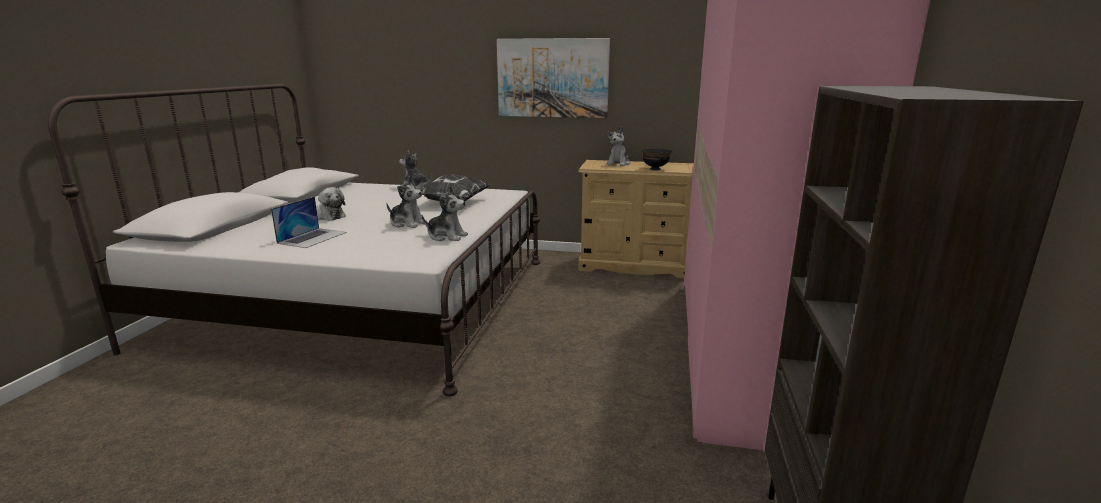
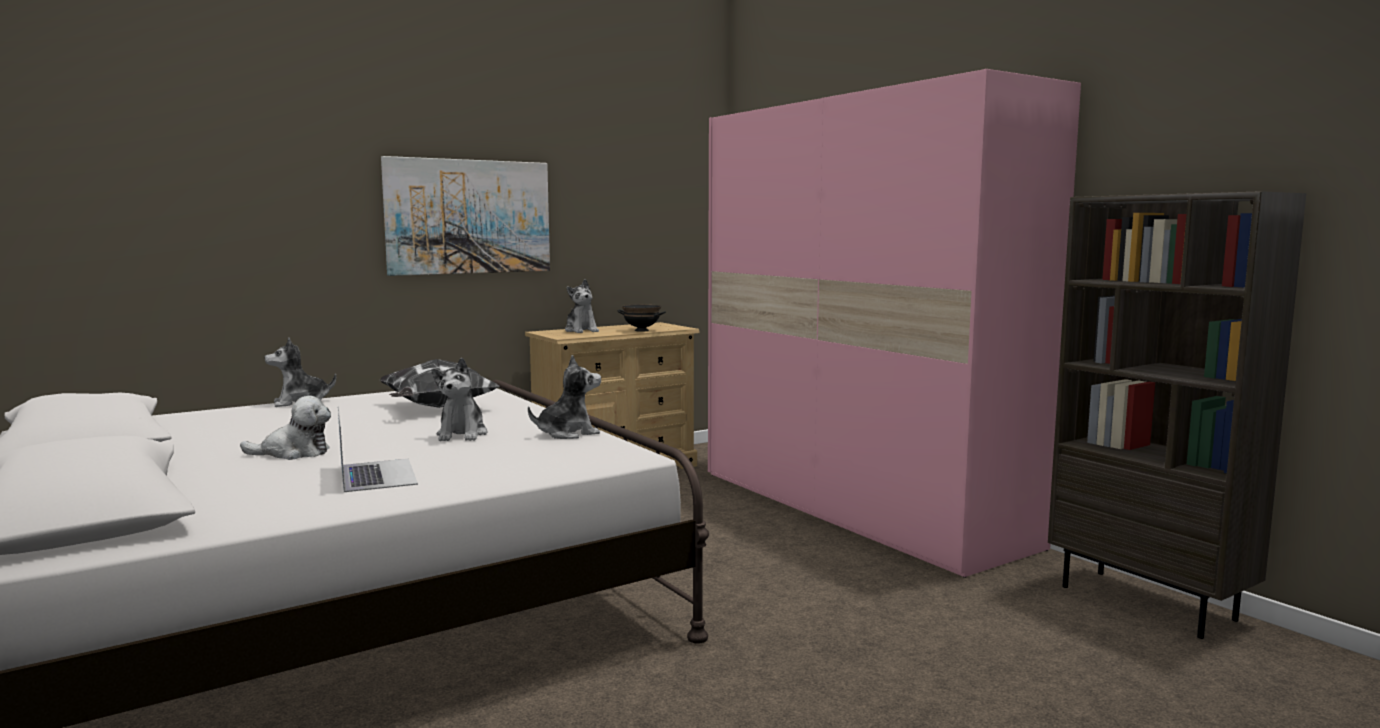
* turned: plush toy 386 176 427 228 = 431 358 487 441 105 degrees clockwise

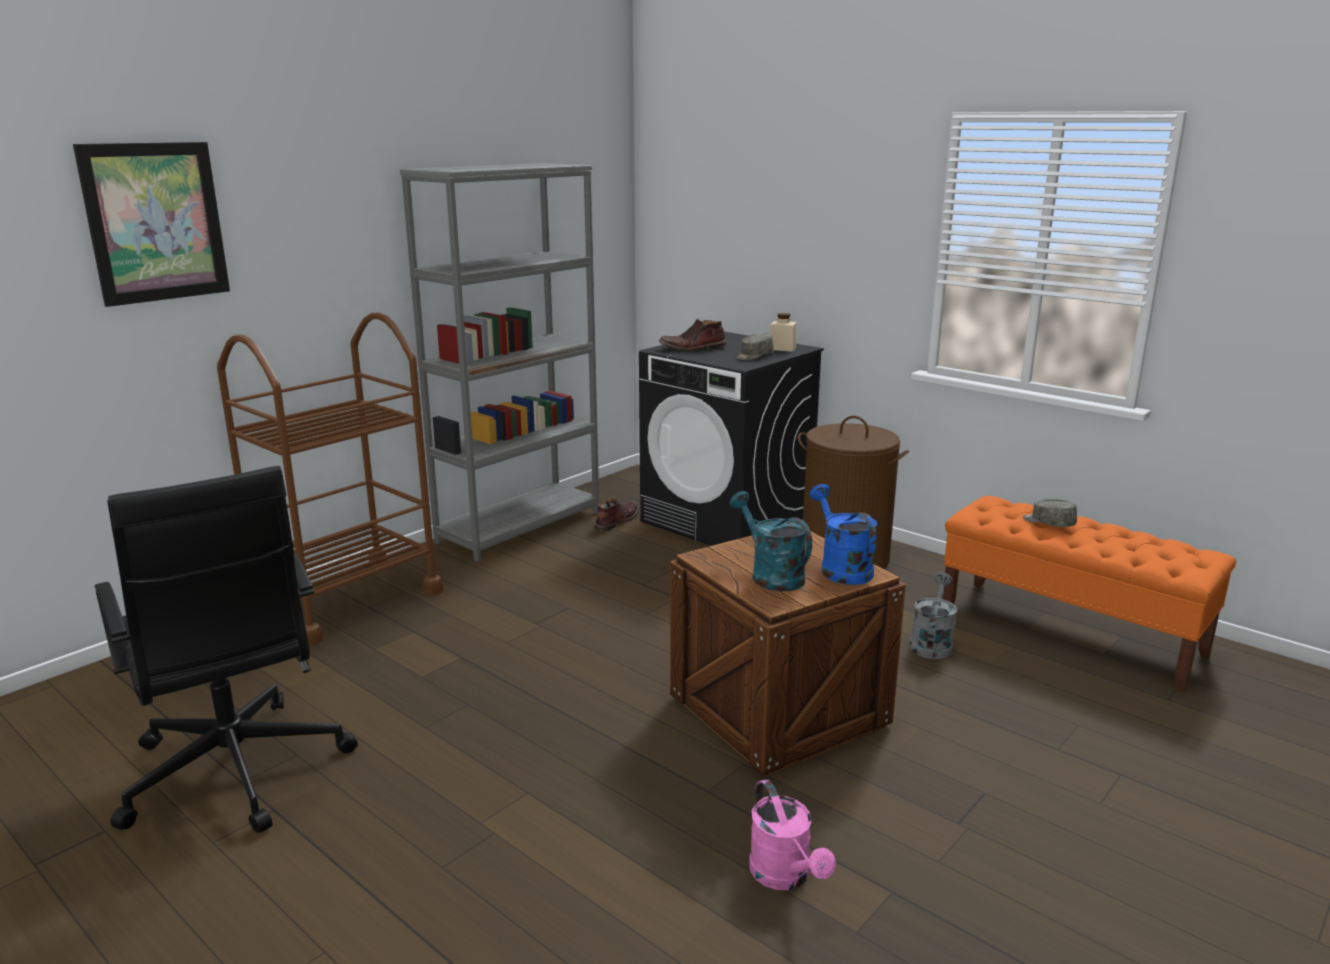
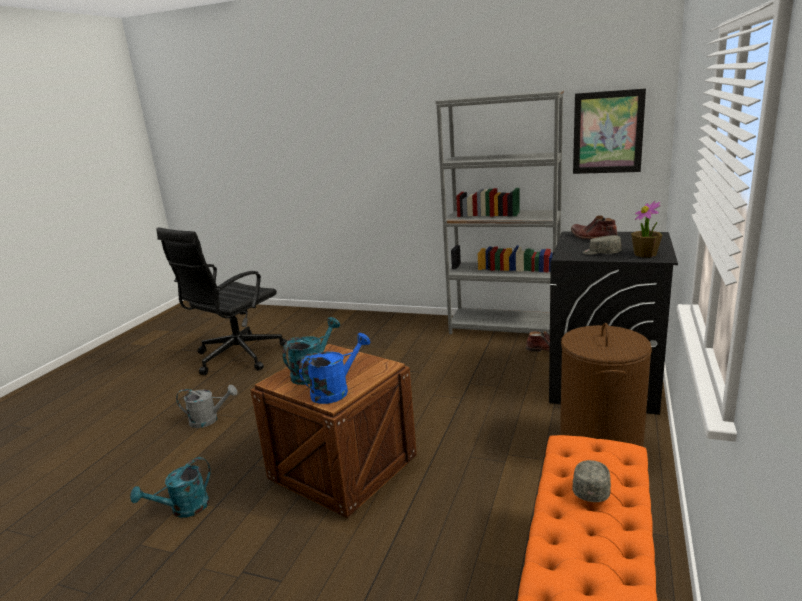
* moved: picture 73 142 230 307 to 573 88 646 174
* removed: brown cart 217 313 443 646
* recoloured: pink watering can 749 779 835 890 to turquoise watering can 130 457 211 518
* replaced: beige jar 770 313 796 352 to potted plant 631 201 662 257
* moved: grey watering can 909 572 957 659 to 176 385 237 428

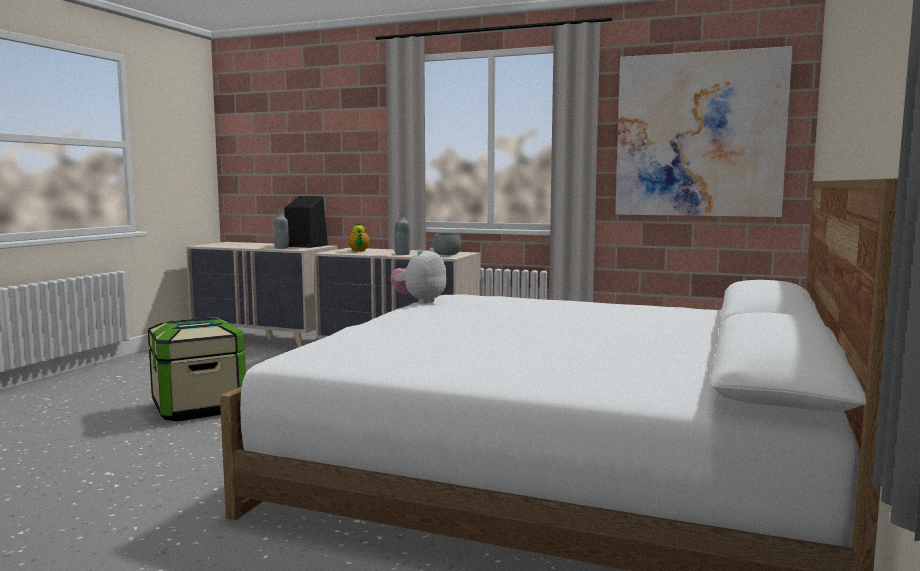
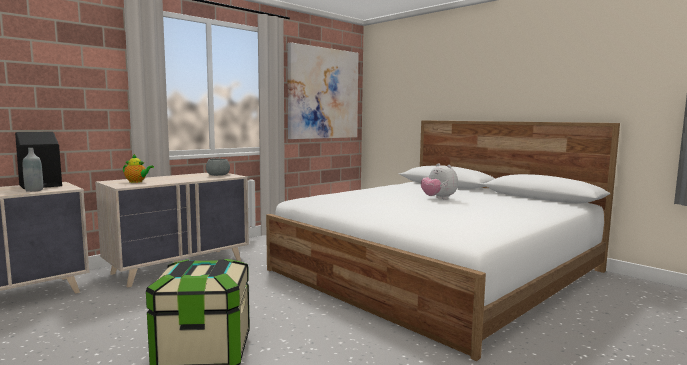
* moved: plush toy 390 248 447 303 to 421 163 458 200
* removed: grey bottle 394 212 410 255

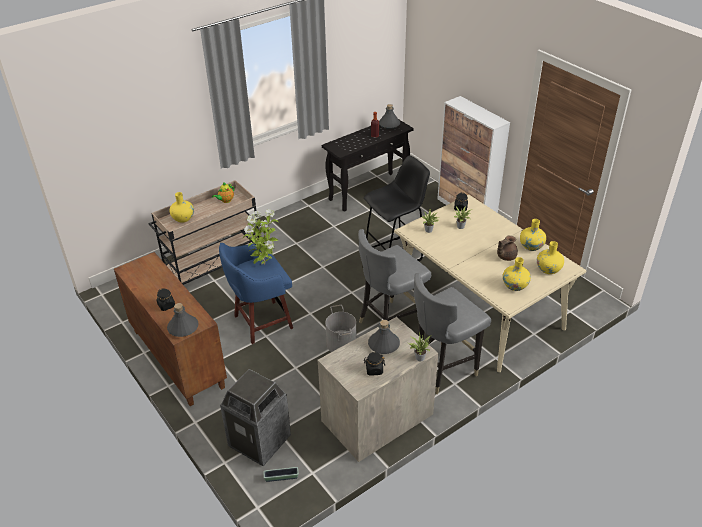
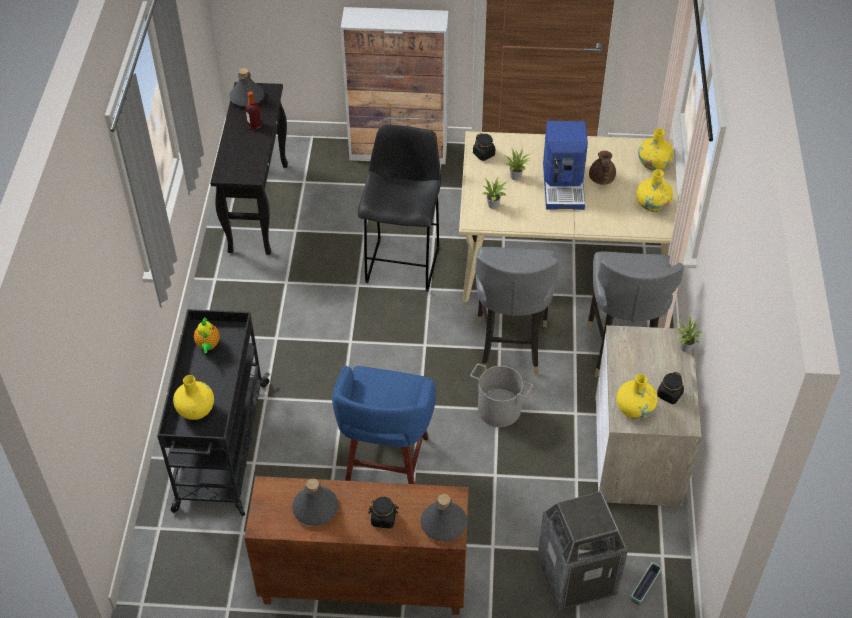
* recoloured: beige cart 148 180 259 285 to black cart 157 309 270 516
* removed: potted plant 243 209 278 265
* moved: grey bottle 368 320 400 354 to 292 479 339 526
* moved: yellow vase 520 219 546 251 to 617 374 658 419
* added: coffee machine 543 121 588 210

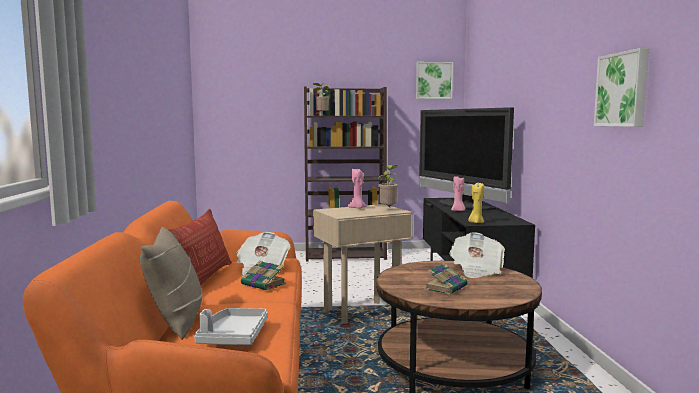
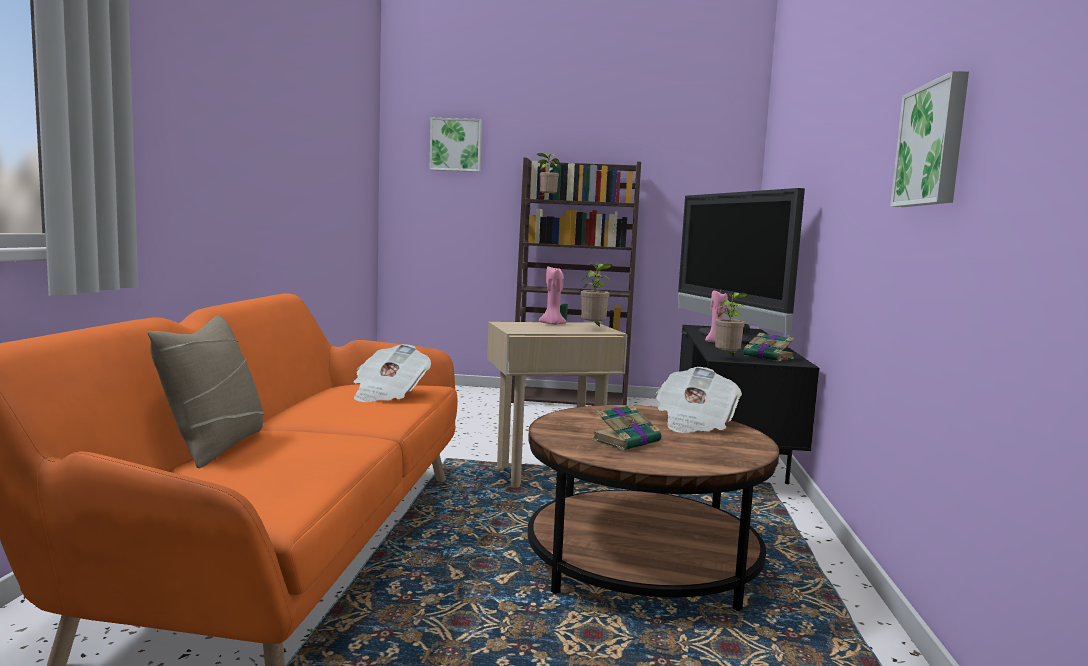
* removed: pillow 167 209 232 285
* removed: grey tray 194 308 268 345
* moved: book 241 261 286 291 to 743 333 794 361
* moved: picture 416 62 453 99 to 429 118 482 172
* replaced: yellow candle 468 183 484 223 to potted plant 715 292 749 356

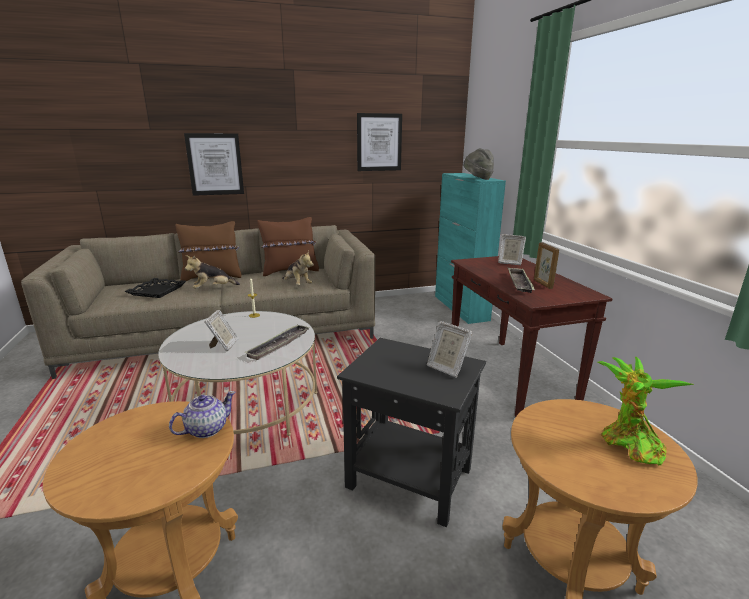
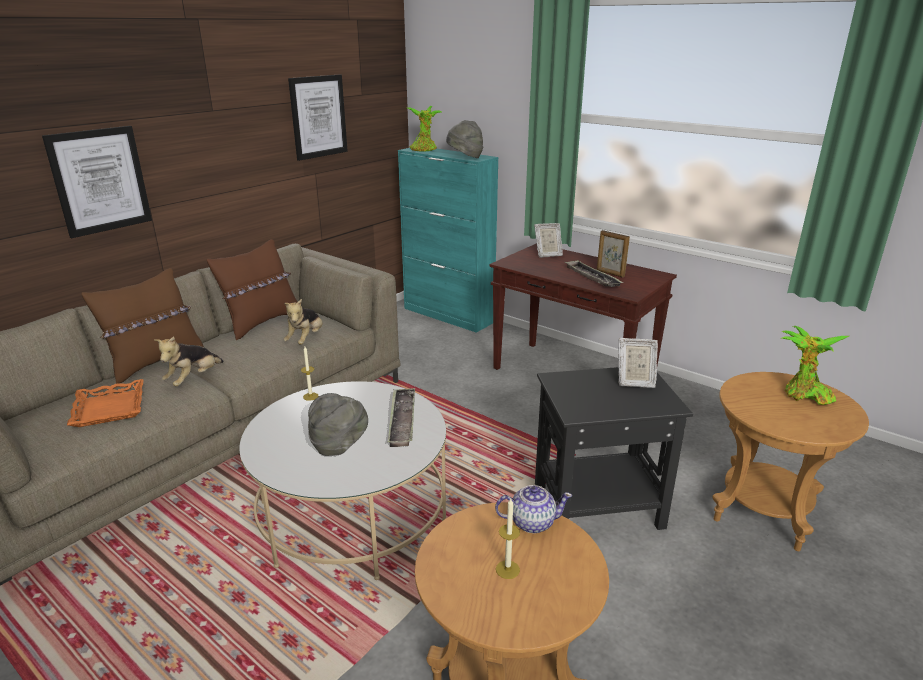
* recoloured: black tray 125 278 186 298 to orange tray 67 379 144 427
* turned: teapot 169 391 235 438 = 495 485 572 533 75 degrees clockwise
* replaced: picture frame 204 310 239 351 to grey hat 308 393 368 456
* turned: plush toy 282 251 314 285 = 283 299 323 345 90 degrees clockwise
* added: potted plant 407 106 441 151
* added: candle 496 499 520 579

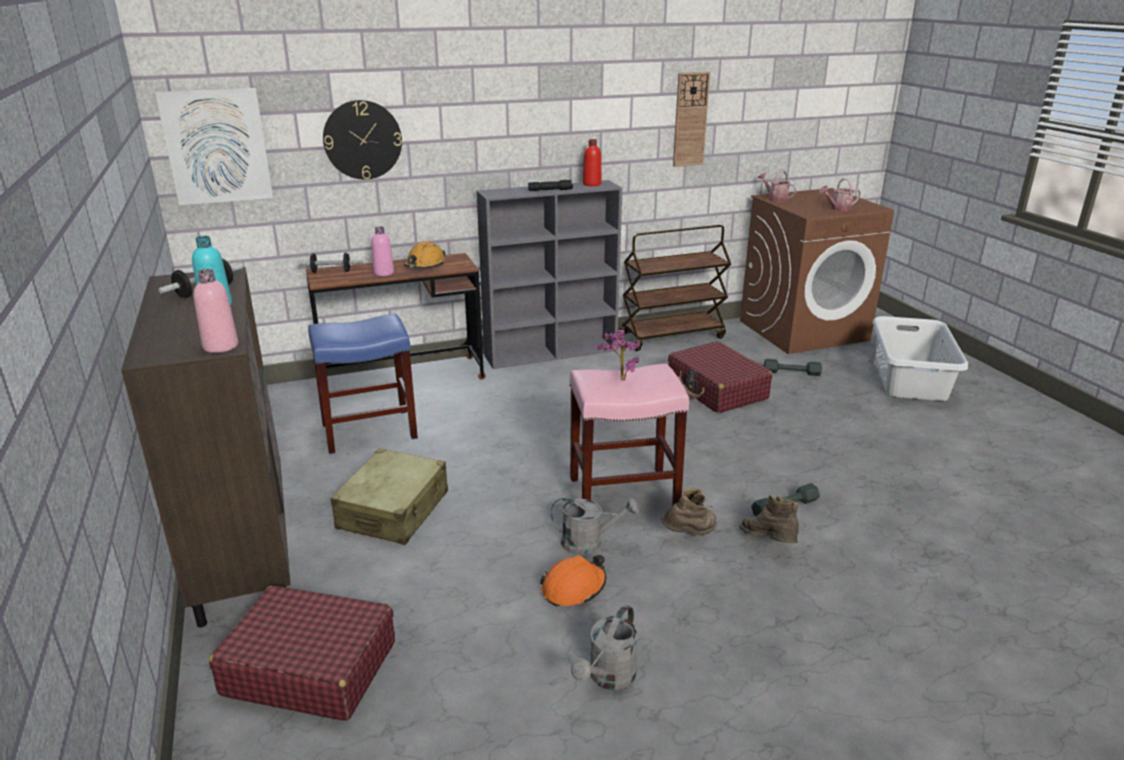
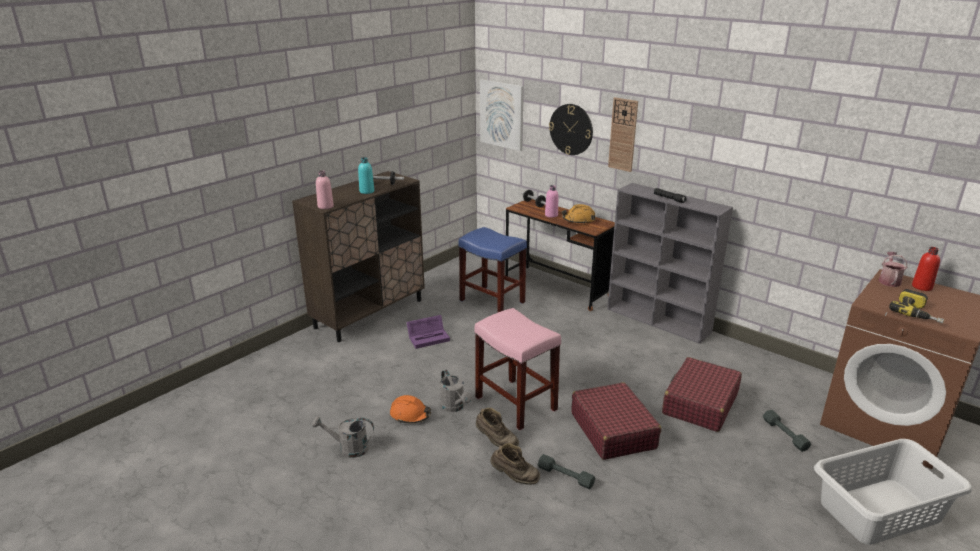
* moved: red suitcase 209 585 395 721 to 572 382 661 460
* replaced: beige suitcase 331 448 448 545 to purple storage box 407 315 450 349
* moved: red bottle 583 139 602 186 to 912 247 940 291
* removed: potted plant 596 330 640 381
* removed: brown cart 620 225 731 351
* moved: wall clock 673 72 710 167 to 608 97 638 172
* turned: brown boot 739 495 799 543 = 490 443 540 485 75 degrees clockwise
* replaced: watering can 819 178 861 211 to power drill 889 289 944 324

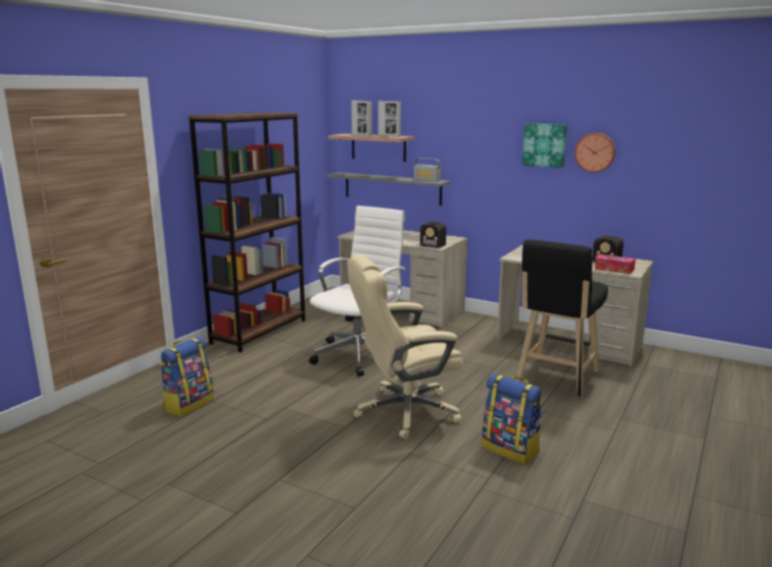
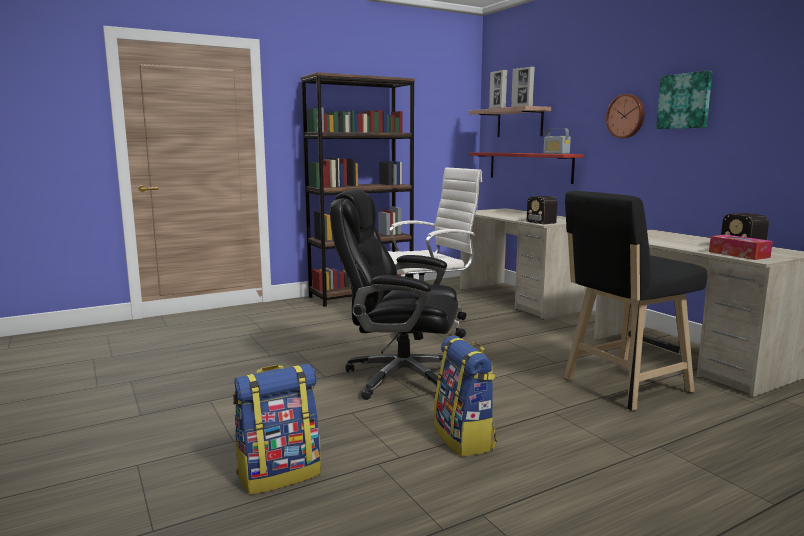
* moved: backpack 160 336 214 417 to 233 364 321 495
* recoloured: grey shelf 327 172 451 206 to red shelf 469 152 583 184
* recoloured: beige office chair 347 254 463 439 to black office chair 330 189 458 400
* moved: wall clock 575 133 616 173 to 606 94 645 138

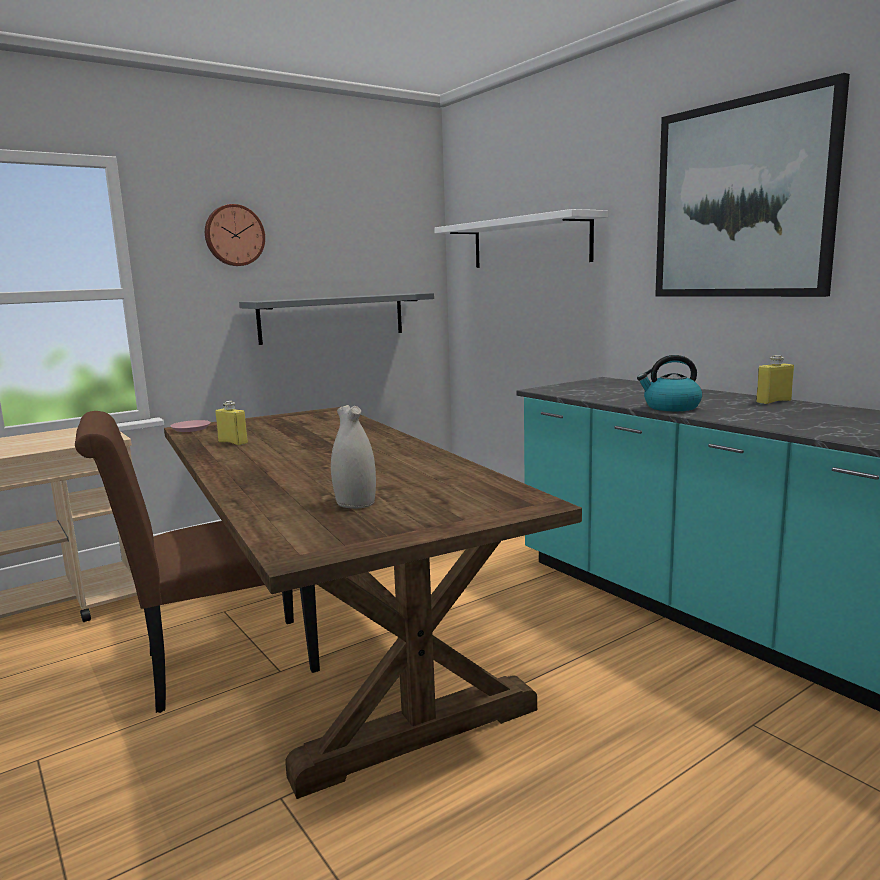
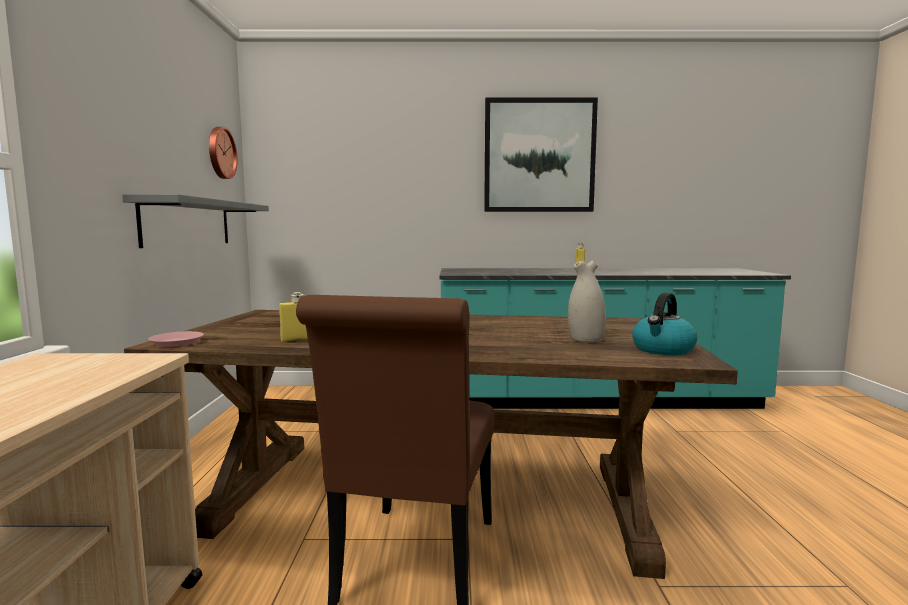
* moved: wall clock 205 204 265 266 to 209 127 238 179
* removed: white shelf 434 209 608 268
* moved: kettle 637 355 702 411 to 632 292 698 355

